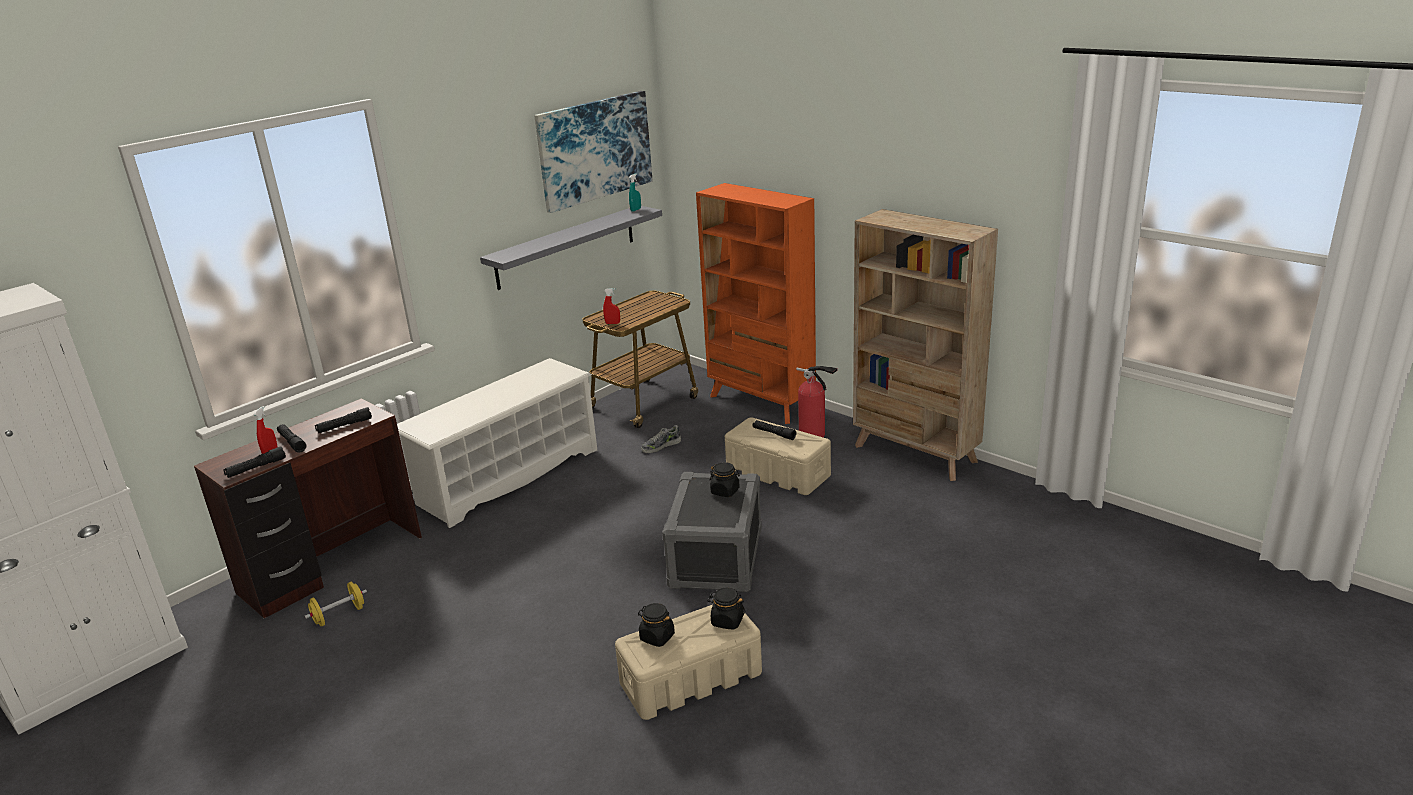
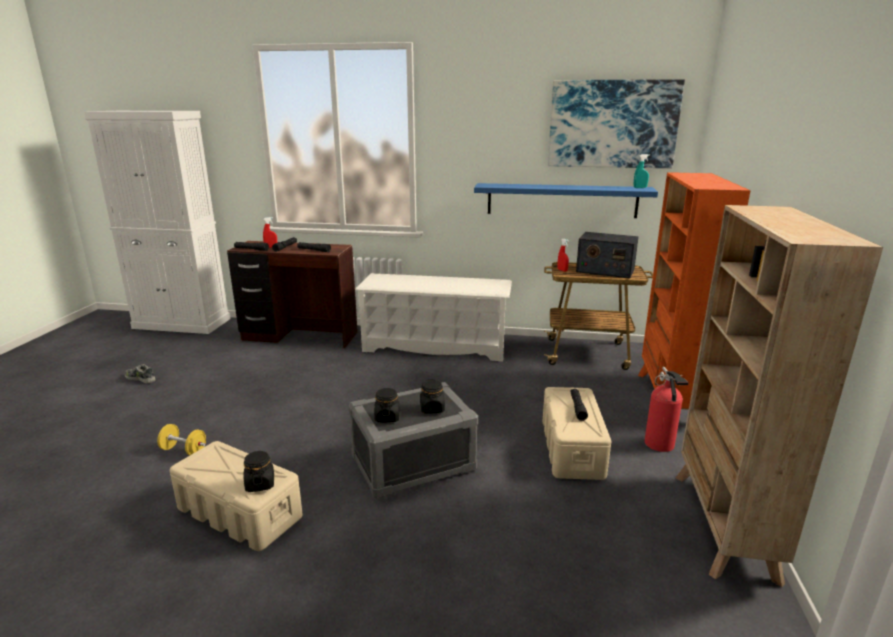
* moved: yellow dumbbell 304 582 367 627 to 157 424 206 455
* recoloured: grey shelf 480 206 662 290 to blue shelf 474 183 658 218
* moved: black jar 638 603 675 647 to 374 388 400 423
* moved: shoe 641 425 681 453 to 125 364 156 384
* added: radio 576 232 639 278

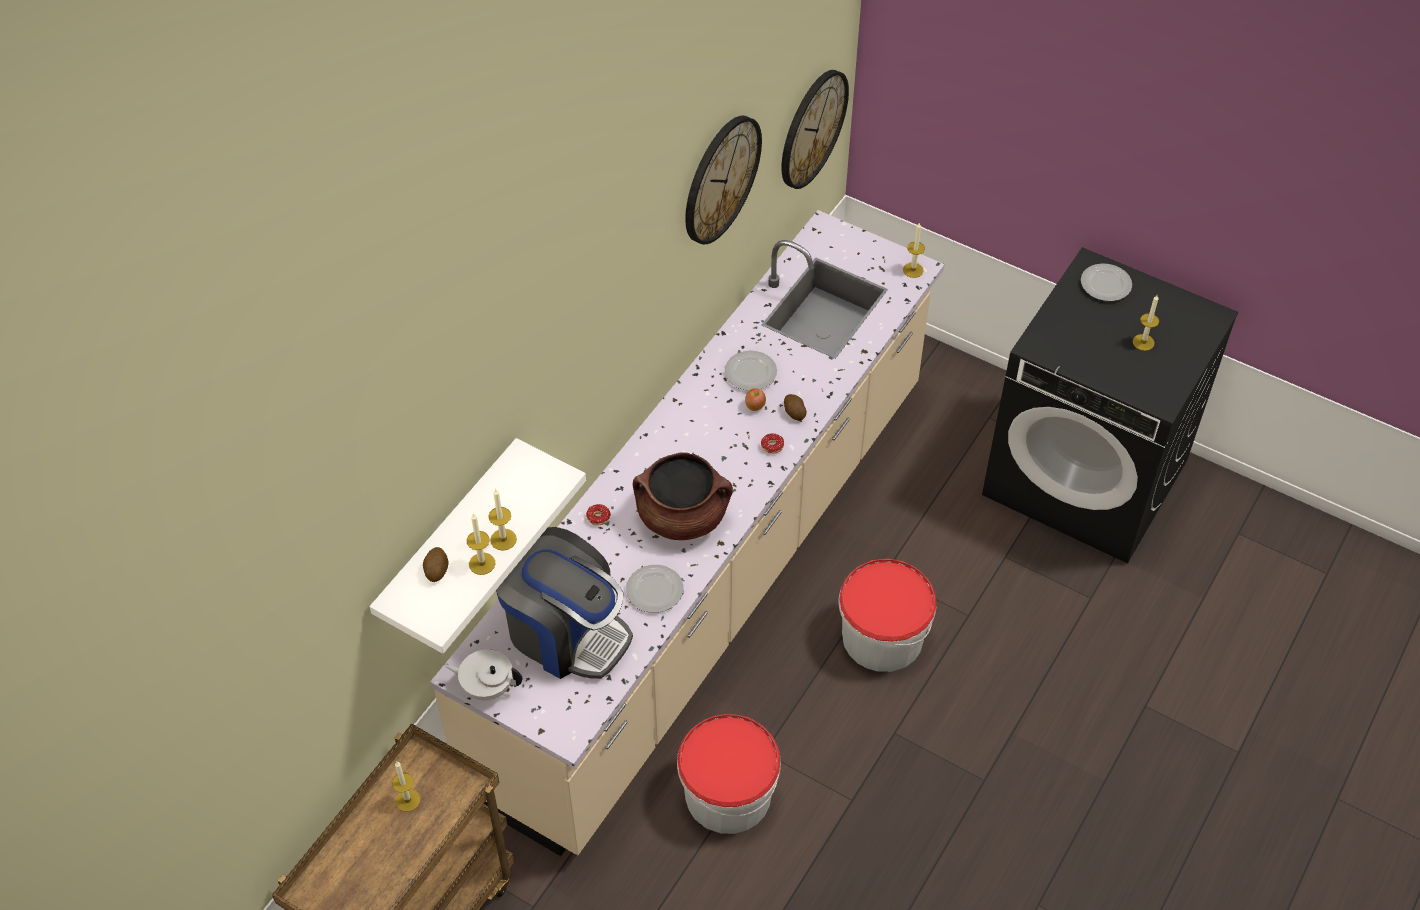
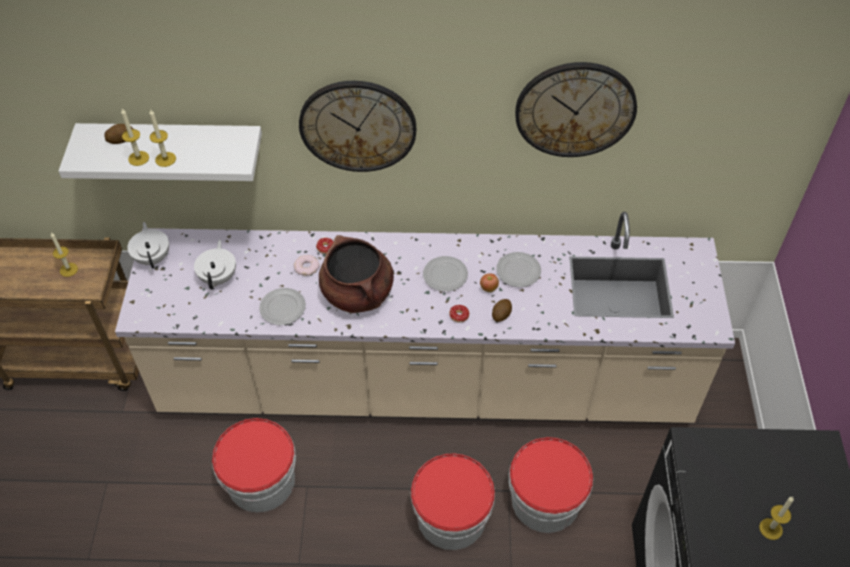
* replaced: coffee machine 496 527 633 679 to white teapot 194 240 236 289
* moved: wall clock 781 70 849 189 to 299 81 416 172
* removed: candle 903 223 925 278
* moved: plate 1081 264 1132 301 to 423 256 468 292
* added: donut 294 255 319 276
* added: bucket 509 437 593 533

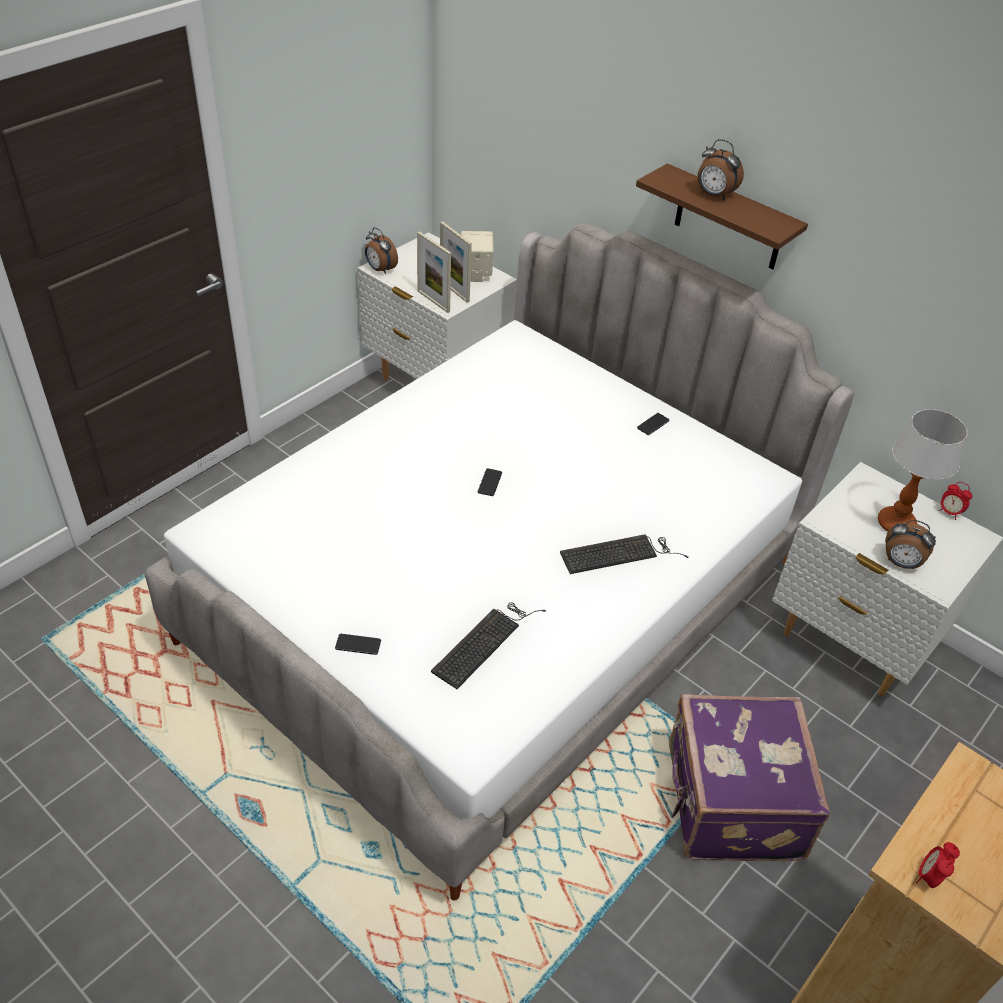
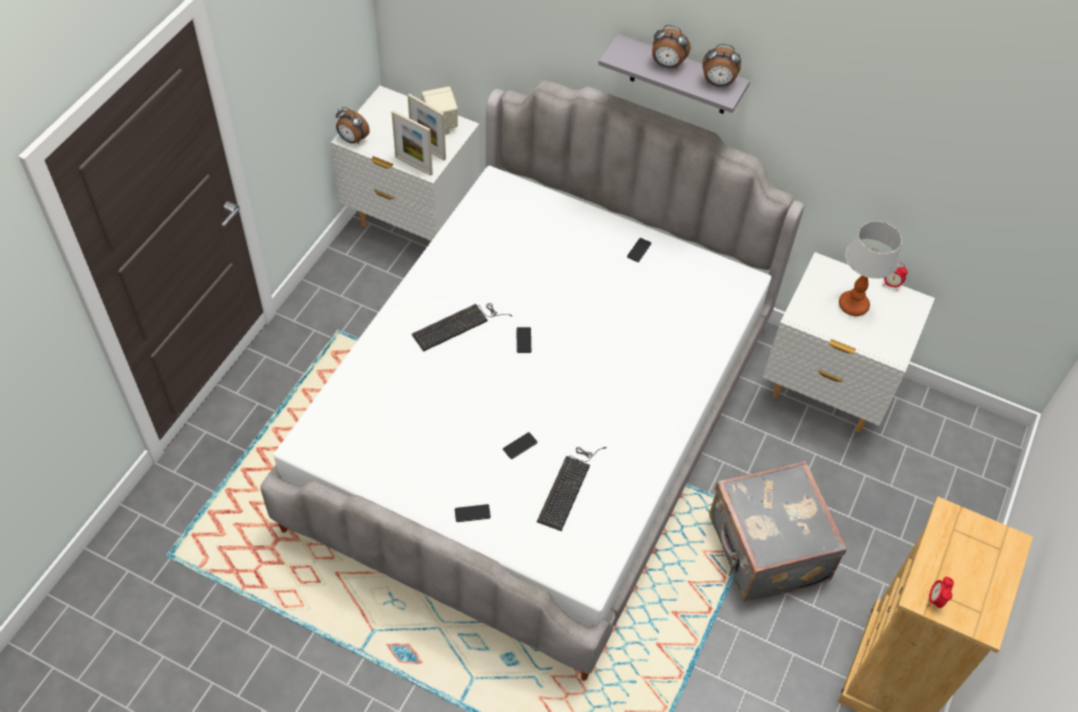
* moved: keyboard 560 534 688 574 to 412 303 512 352
* recoloured: brown shelf 636 163 808 270 to grey shelf 598 34 750 114
* recoloured: purple suitcase 669 694 830 861 to grey suitcase 709 461 847 602
* moved: alarm clock 885 520 936 569 to 703 44 741 87
* added: phone 503 432 538 459

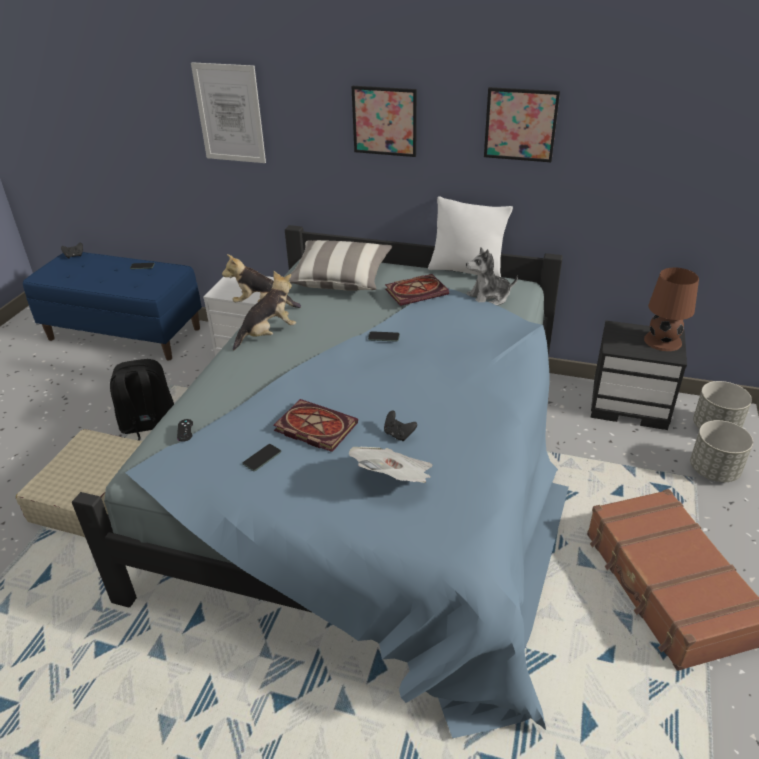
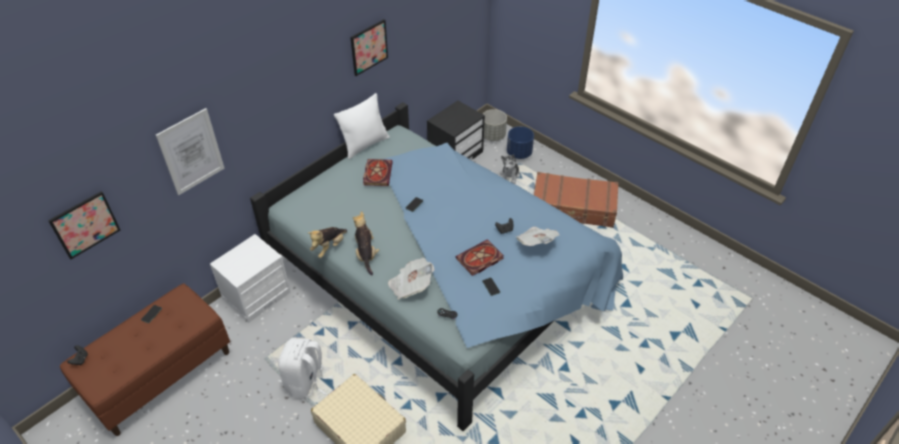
* recoloured: blue bench 23 252 202 361 to brown bench 60 284 230 436
* recoloured: black backpack 110 359 174 441 to white backpack 278 338 333 399
* removed: pillow 289 240 392 291
* moved: picture 351 86 417 157 to 48 191 120 259
* moved: plush toy 466 247 518 305 to 501 154 520 184
* removed: brown table lamp 644 268 699 351
* recoloured: grey planter 690 420 753 482 to blue planter 507 126 534 159
* added: newspaper 388 258 434 300

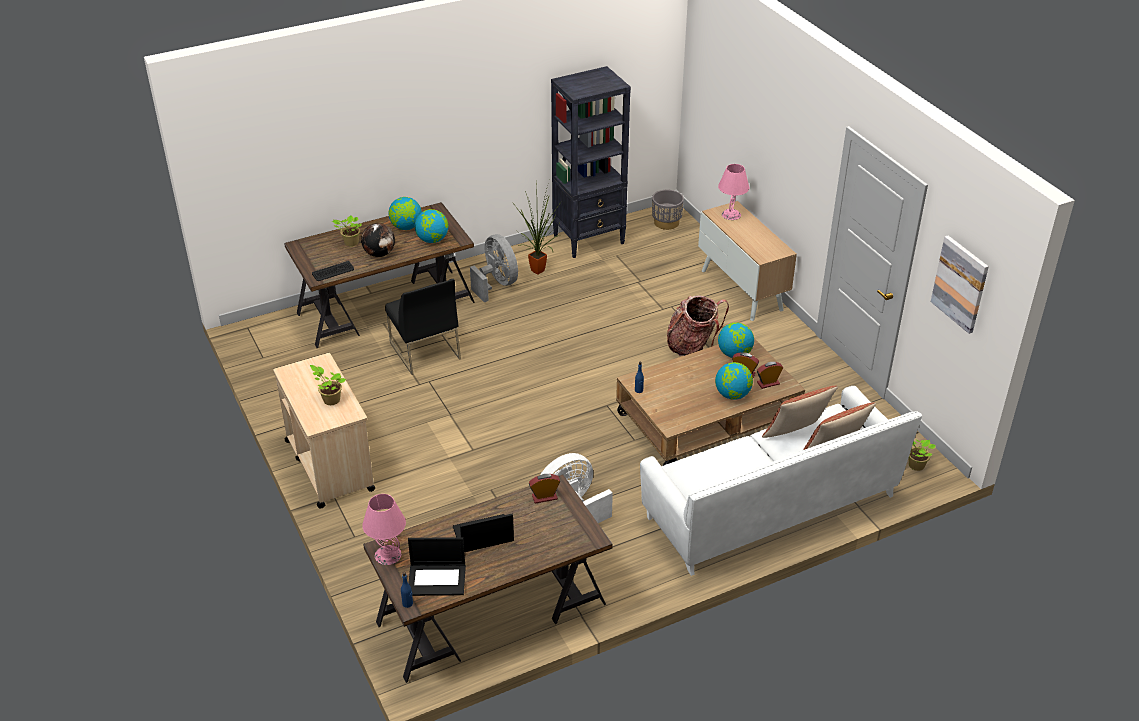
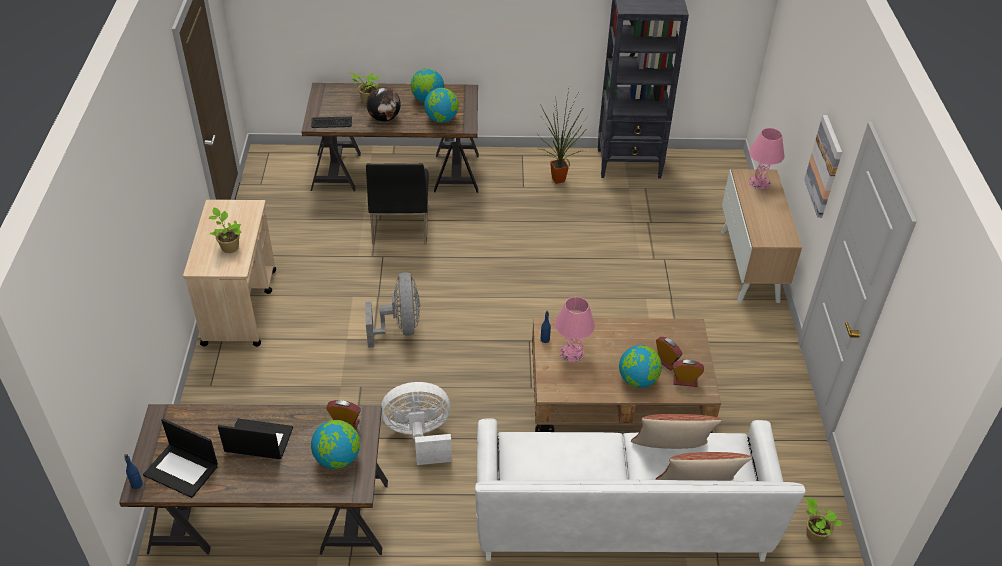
* moved: pink table lamp 362 494 406 565 to 555 297 595 362
* moved: grey fan 470 234 518 302 to 365 272 420 348
* removed: grey planter 652 190 684 230
* removed: backpack 667 296 729 356
* moved: globe 718 322 754 358 to 311 420 360 469
* moved: picture 931 236 989 334 to 804 115 842 218

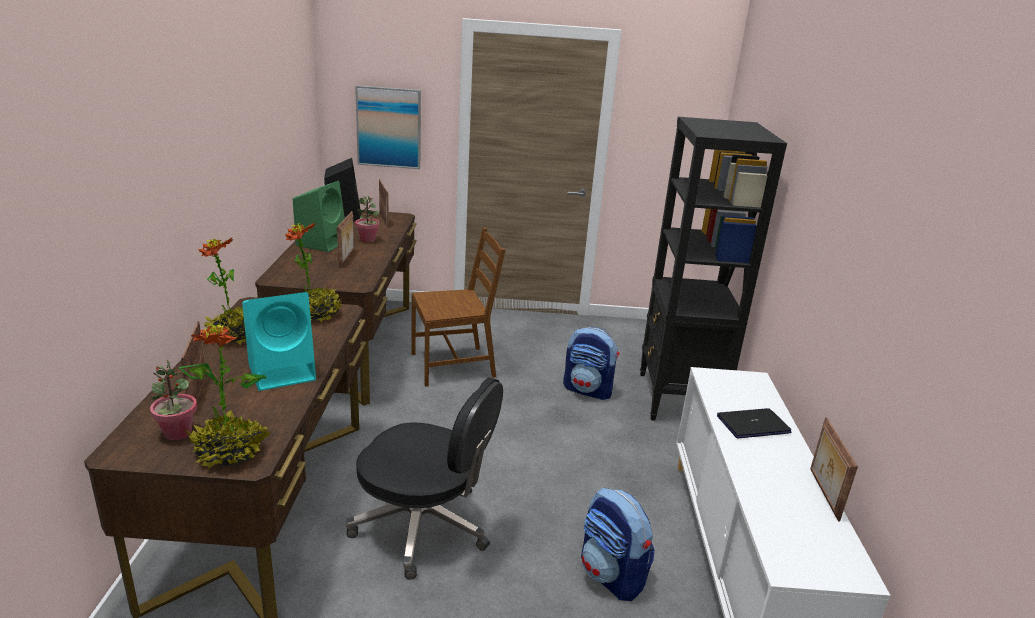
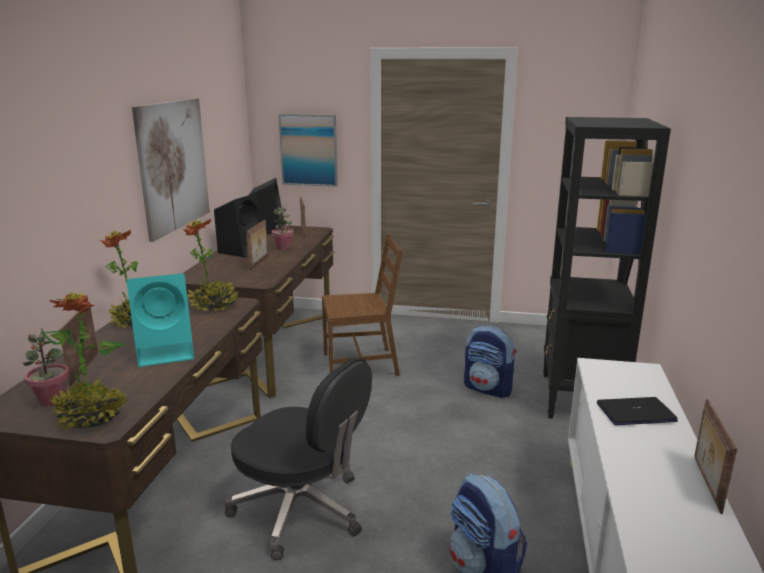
* recoloured: green speaker 293 181 345 252 to black speaker 214 193 261 257
* added: picture 132 98 210 242

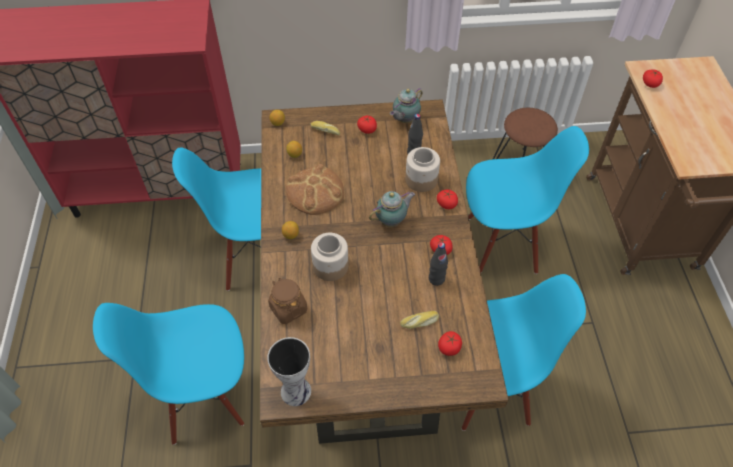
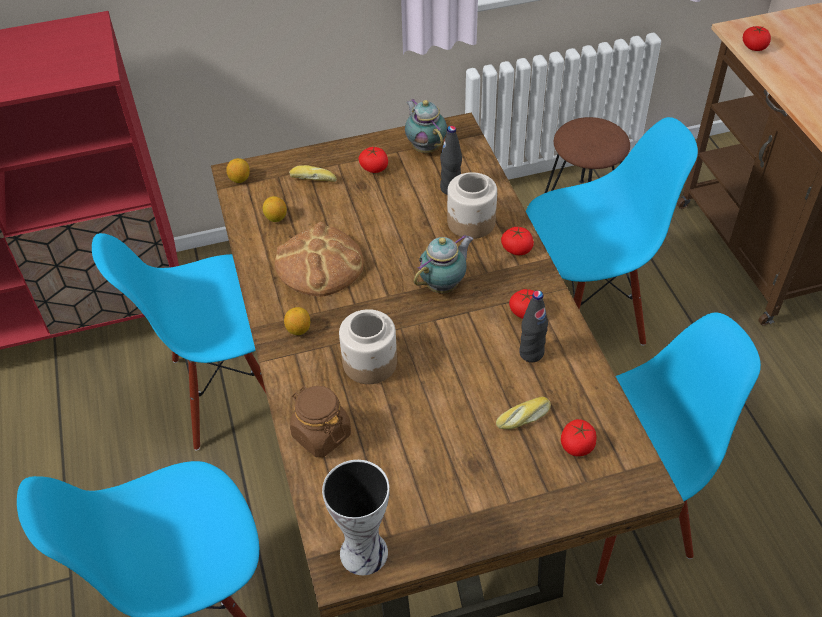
* turned: teapot 390 87 423 123 = 405 98 447 153 120 degrees clockwise

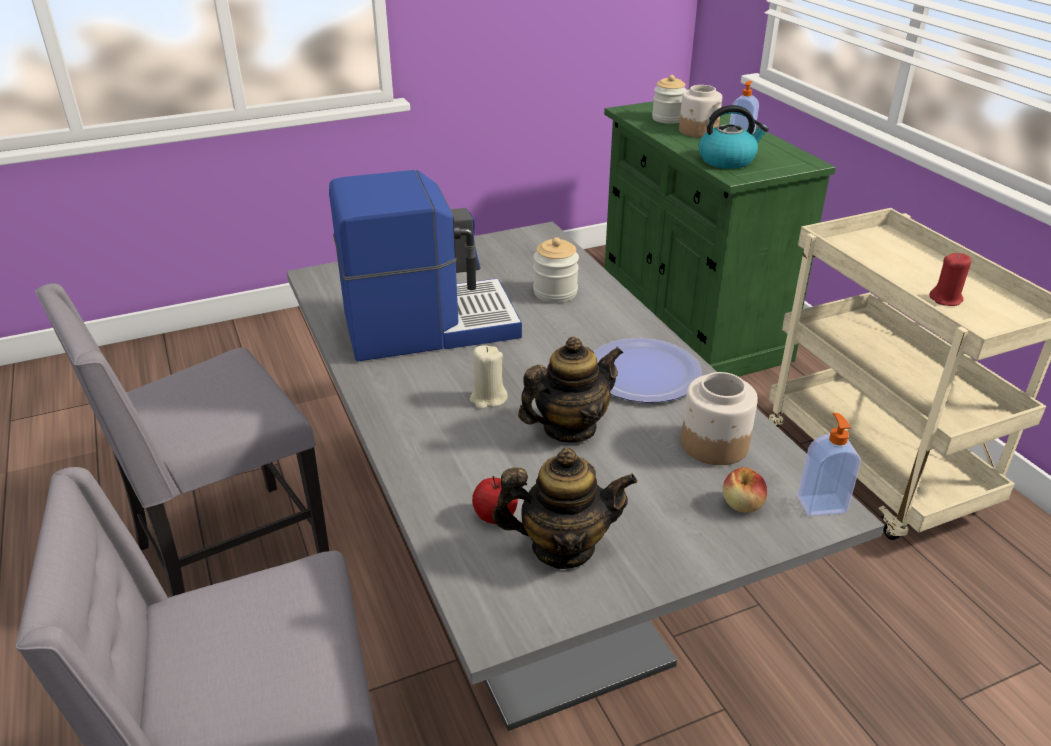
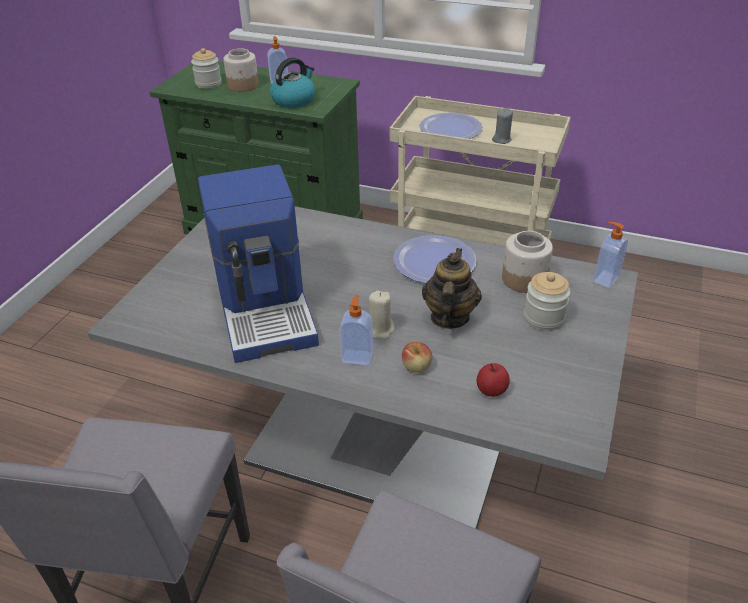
* turned: coffee machine 329 170 522 361 = 198 164 319 363 135 degrees clockwise
* removed: teapot 492 448 637 569
* moved: jar 533 237 579 303 to 524 272 571 331
* moved: apple 723 467 767 513 to 402 342 432 373
* recoloured: red candle 930 253 971 306 to grey candle 492 108 513 144
* added: soap dispenser 339 295 373 366
* added: plate 420 113 483 139

